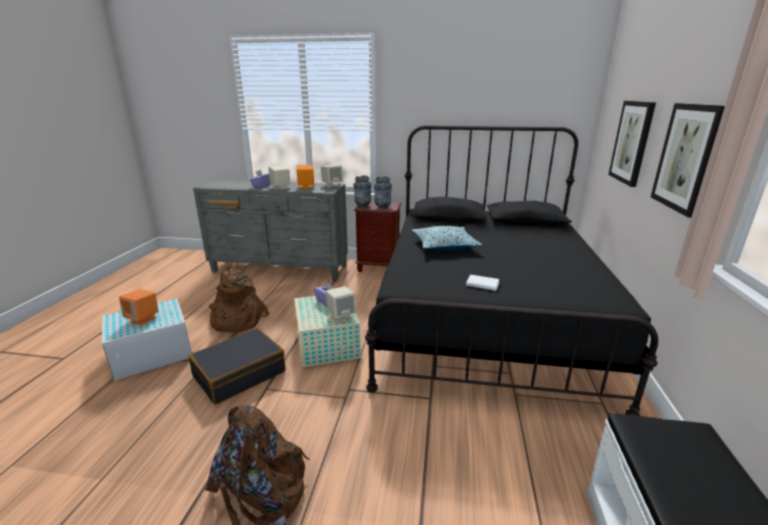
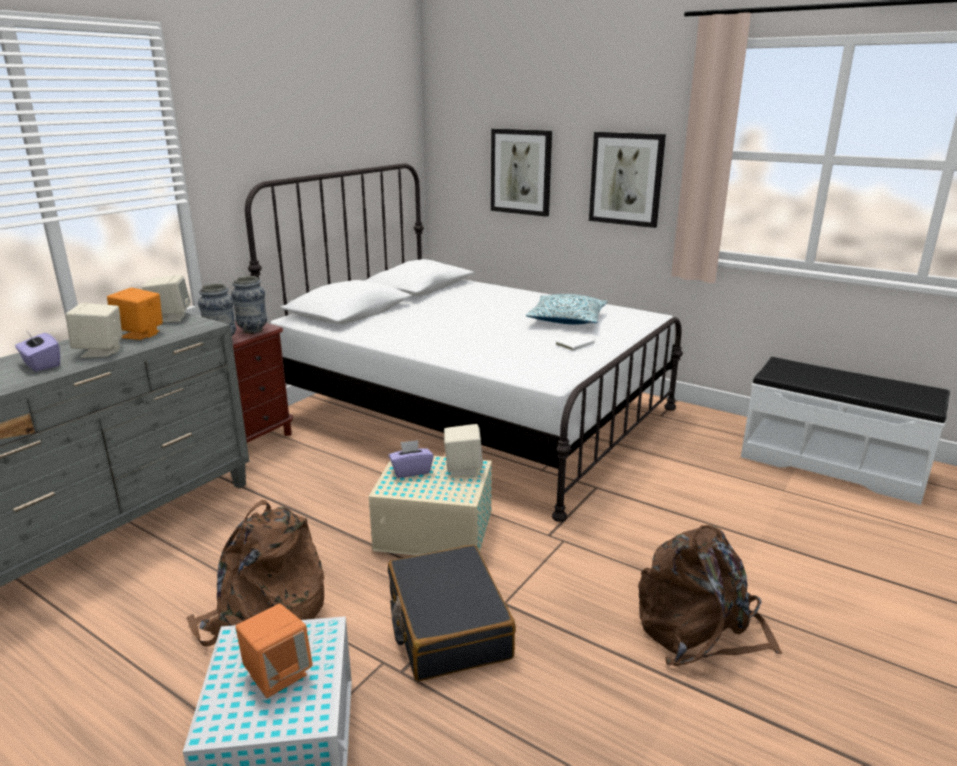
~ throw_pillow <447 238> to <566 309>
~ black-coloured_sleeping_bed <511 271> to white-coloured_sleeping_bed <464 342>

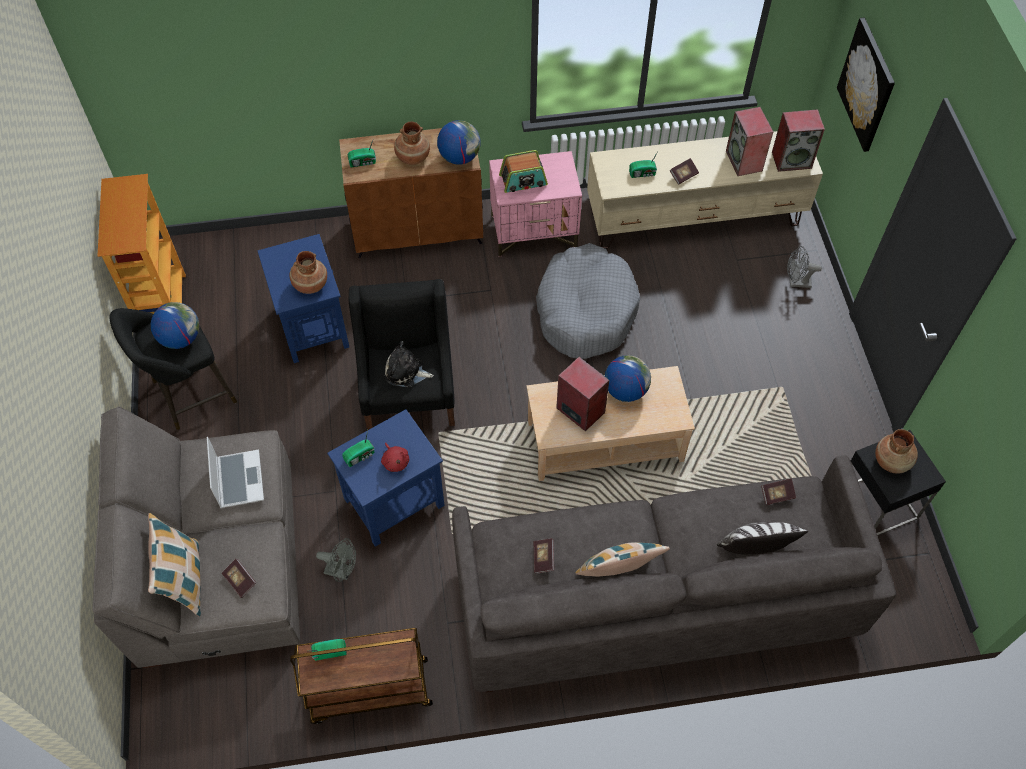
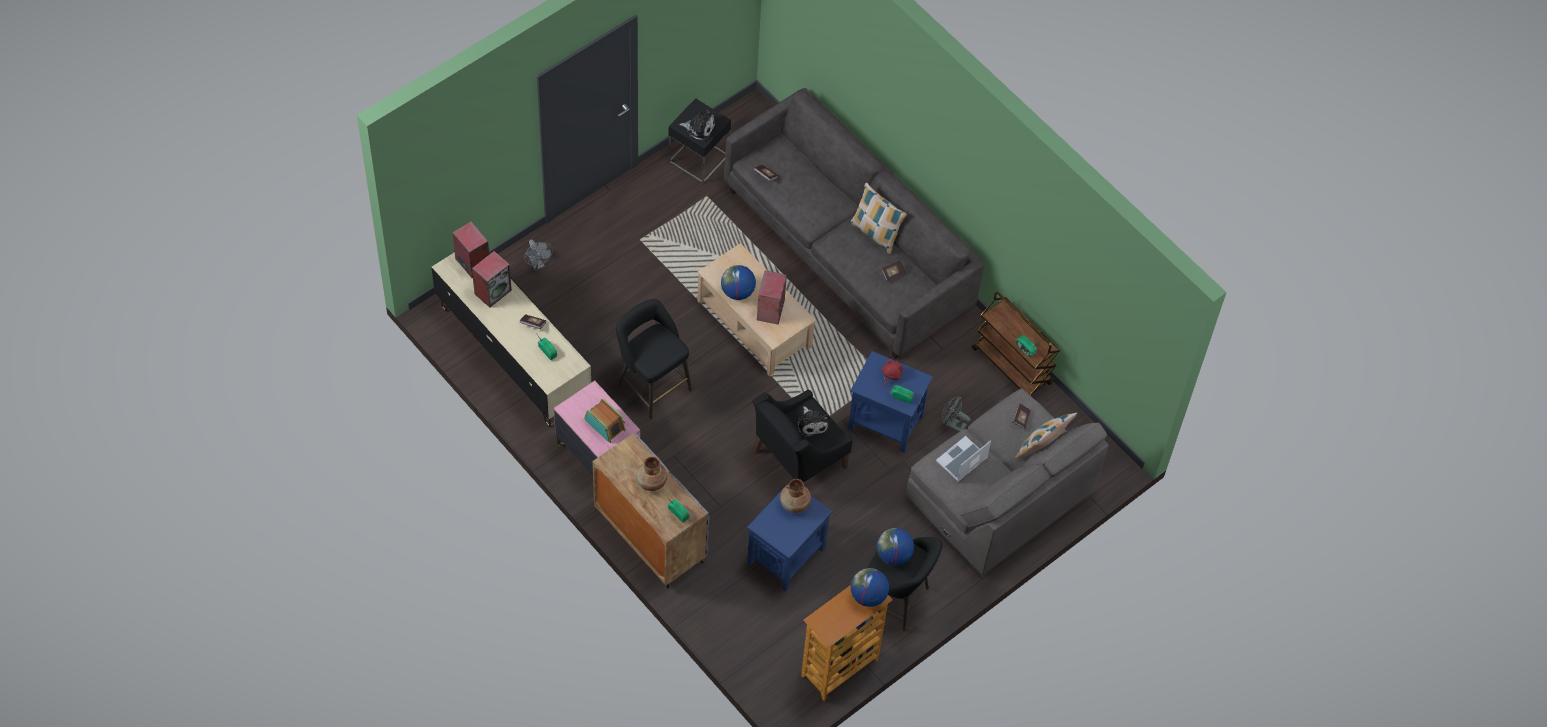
- throw_pillow <762 538>
- wall_picture <866 85>
~ world_globe <458 142> to <870 587>
~ greyish_pet_bed <588 301> to black-coloured_sitting_stool <654 359>
~ brownish_decorative_vase <896 451> to cuddly_toy <697 124>
~ brownish_cabinet <411 193> to greyish_cabinet <651 510>
~ greyish_fan <336 560> = <956 414> 45 degrees counterclockwise

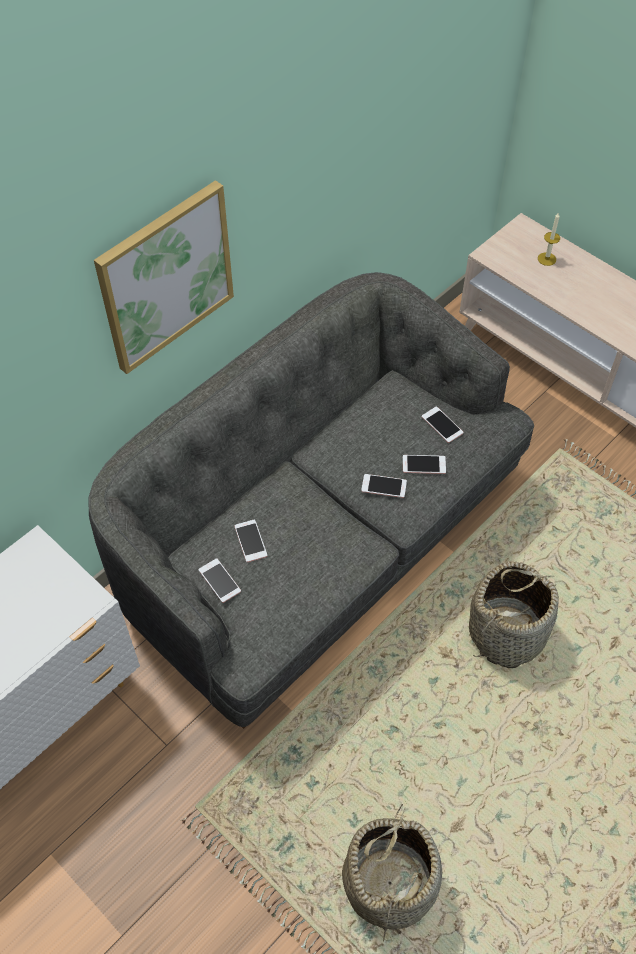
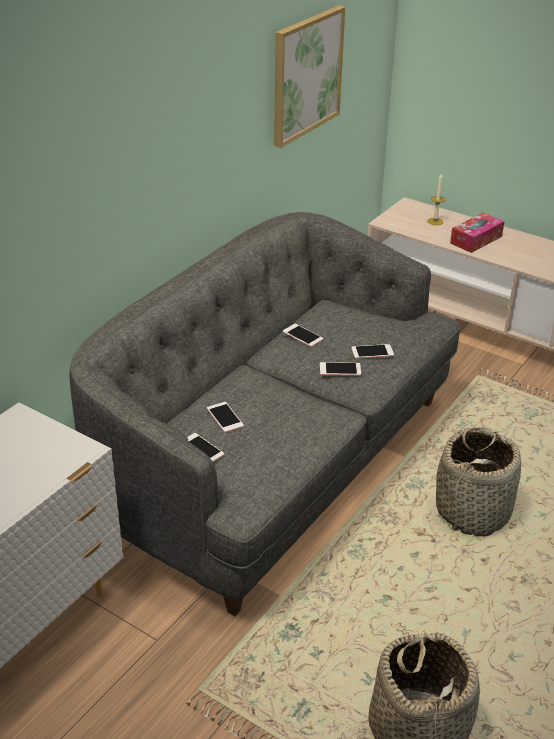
+ box_of_tissues <477 233>
~ wall_picture <164 277> to <309 76>
~ phone <442 425> to <303 335>

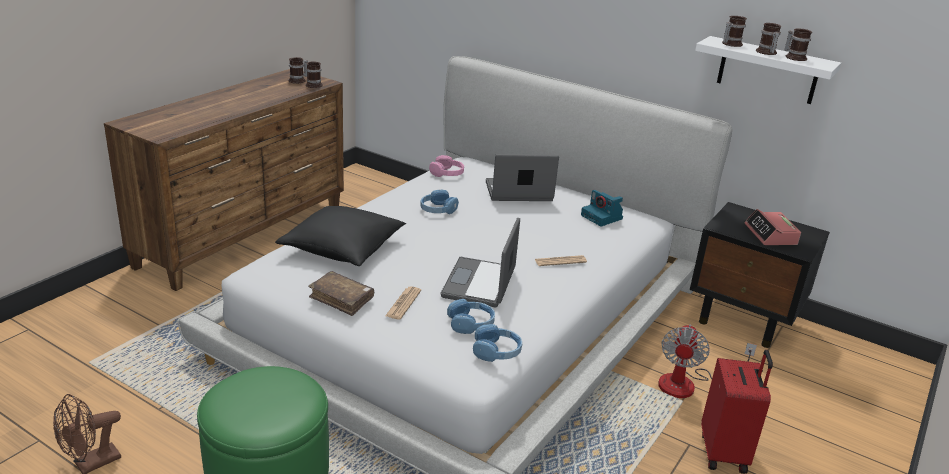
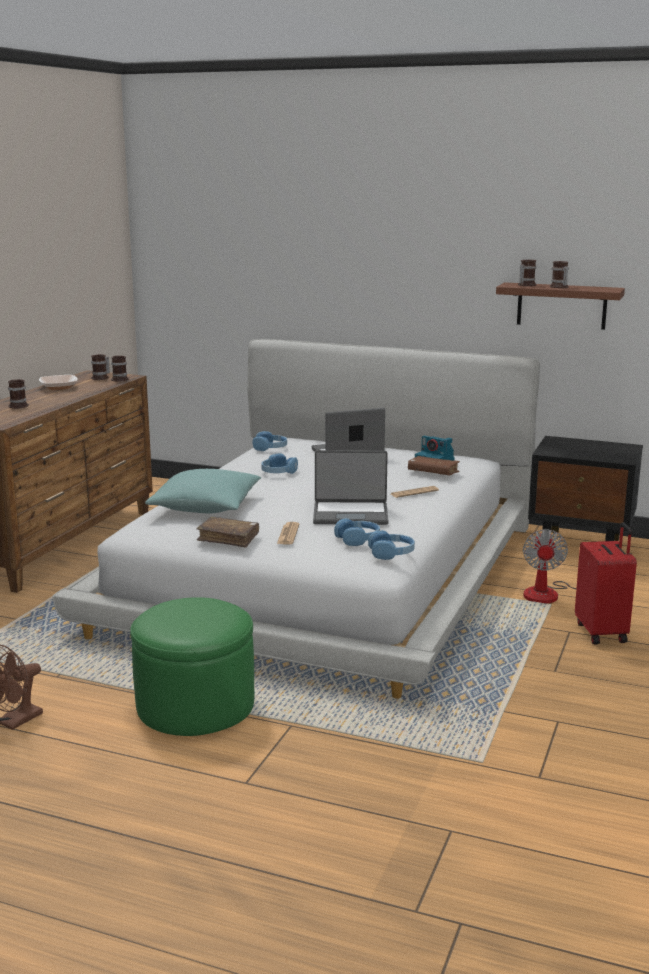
- table_clock <773 227>
+ deep_dish <58 382>
+ brownish_bound_book <434 465>
~ tea_mug <798 44> to <18 393>
~ black-coloured_throw_pillow <340 236> to turquoise-coloured_throw_pillow <203 491>
~ pinkish_headphones <446 166> to blue-coloured_headphones <270 441>
~ white-coloured_wall_shelf <768 70> to brownish_wall_shelf <560 306>
~ portable_computer <480 262> = <350 487> 90 degrees counterclockwise

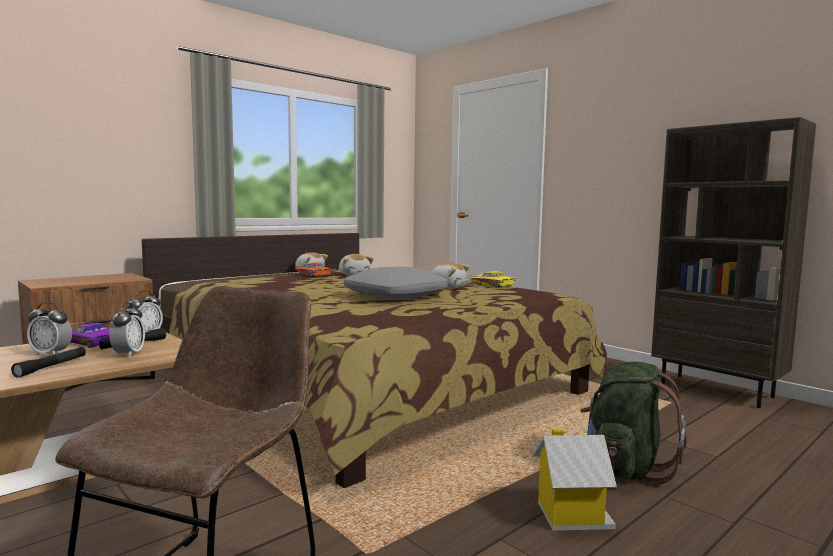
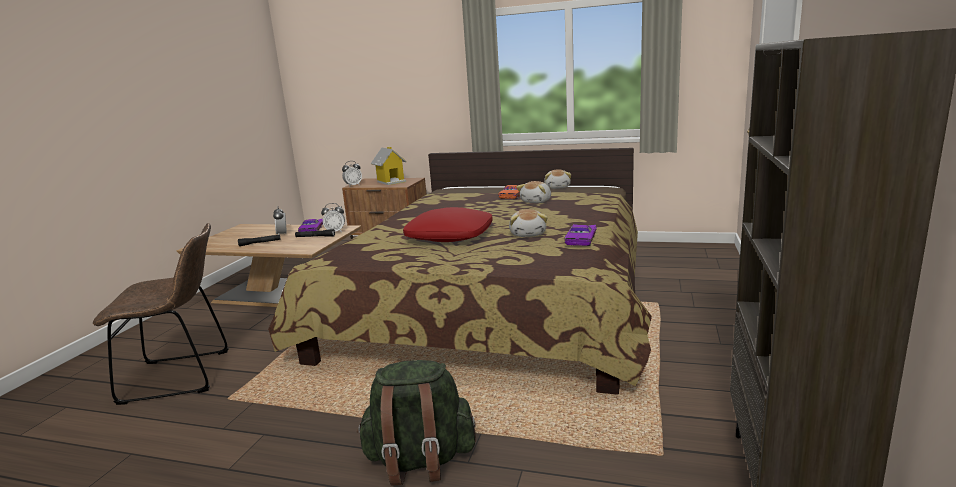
~ table_clock <127 329> to <352 174>
~ toy_house <575 480> to <388 166>
~ greyish_throw_pillow <396 283> to red-coloured_throw_pillow <448 224>
~ yellow-coloured_model_car <491 279> to purple_model_car <580 235>

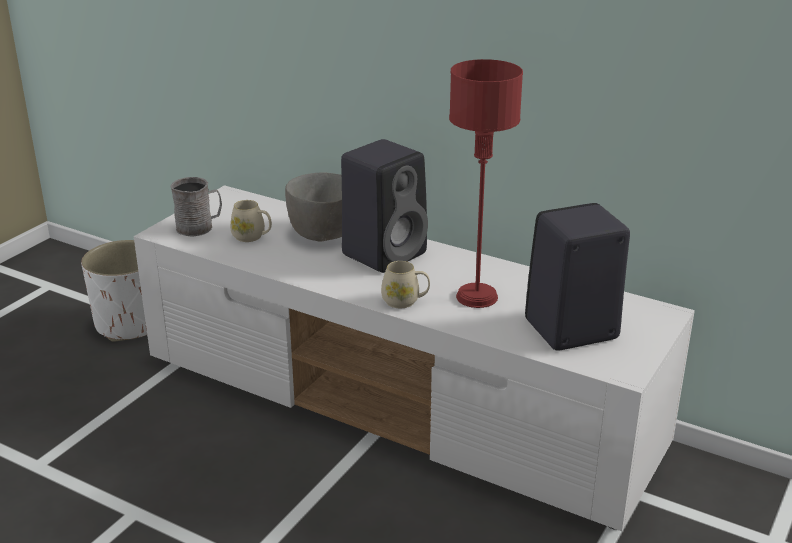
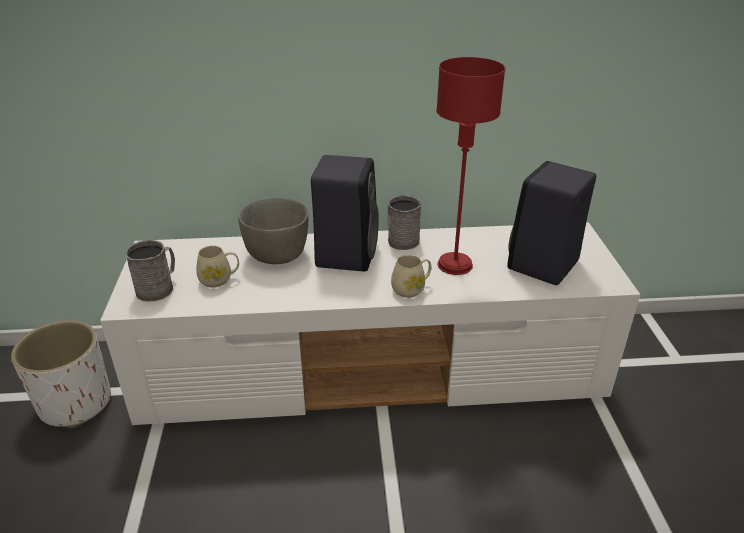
+ greyish_tea_mug <404 222>

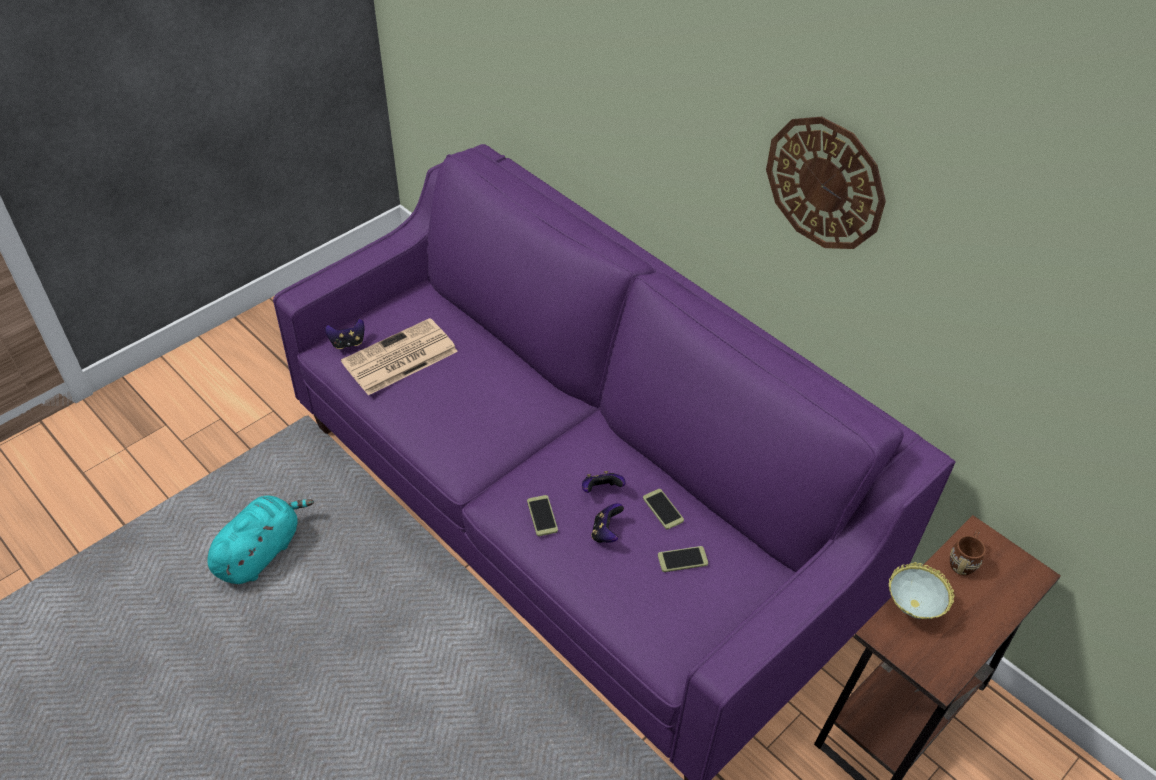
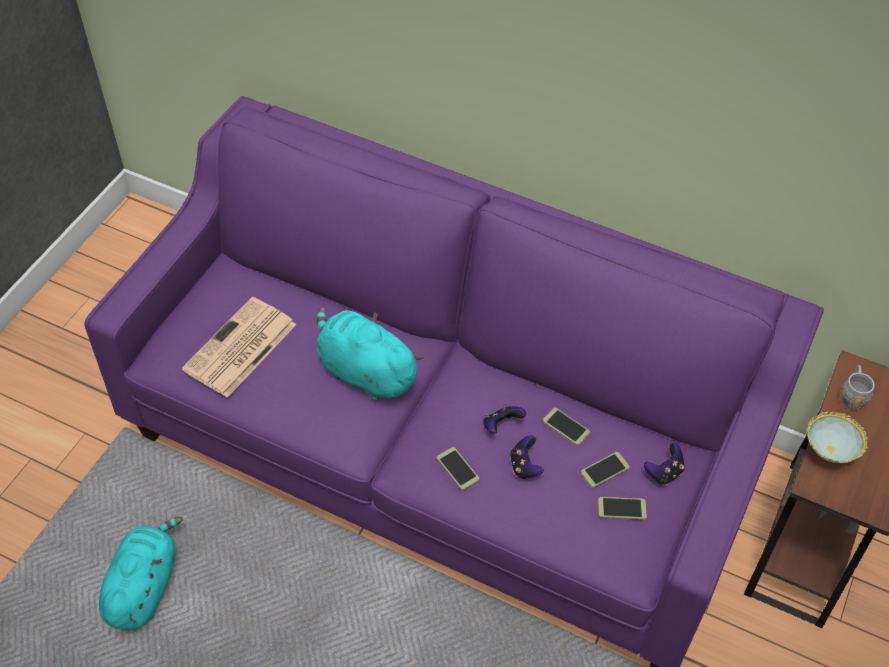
- clock_on_the_wall <826 183>
+ turquoise-coloured_cuddly_toy <370 354>
+ phone <622 508>
~ gamepad <344 333> to <664 464>
~ brownish_tea_mug <968 552> to greyish_tea_mug <858 387>

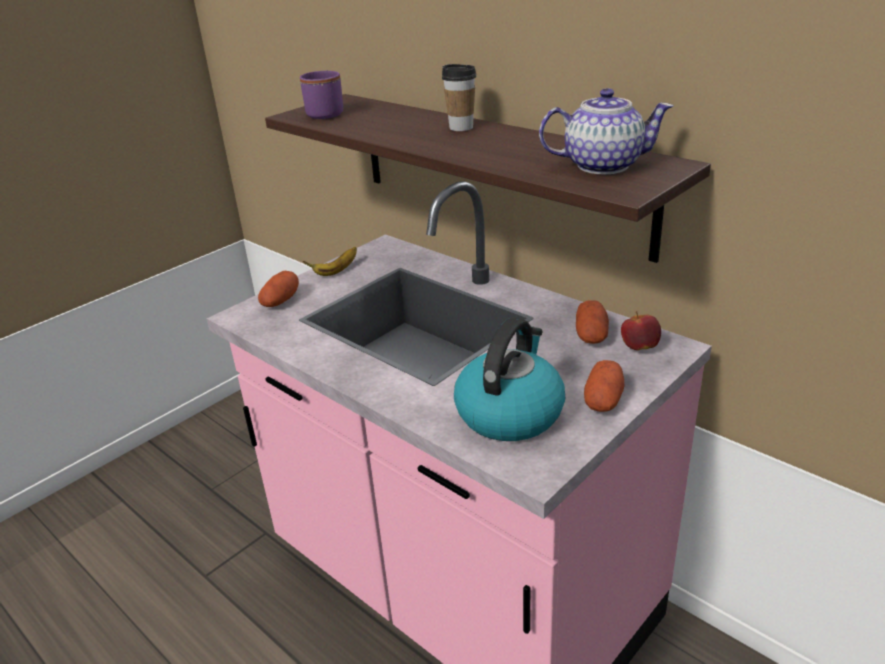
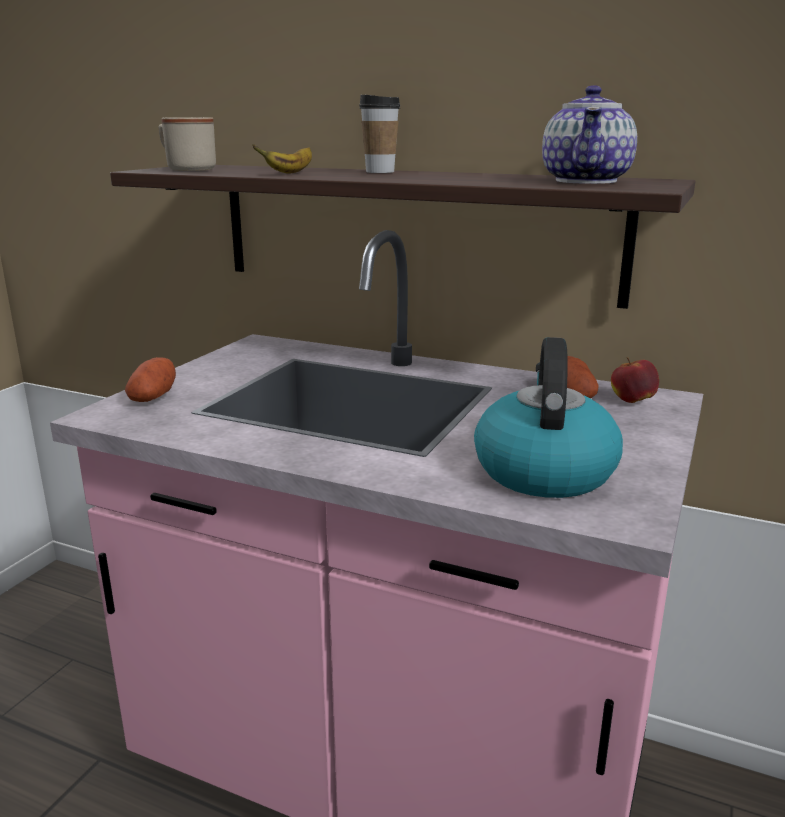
- spud <604 386>
~ whole_banana <330 261> to <282 158>
~ purple_tea_mug <321 95> to beige_tea_mug <187 144>
~ teapot <606 131> = <589 134> 120 degrees clockwise

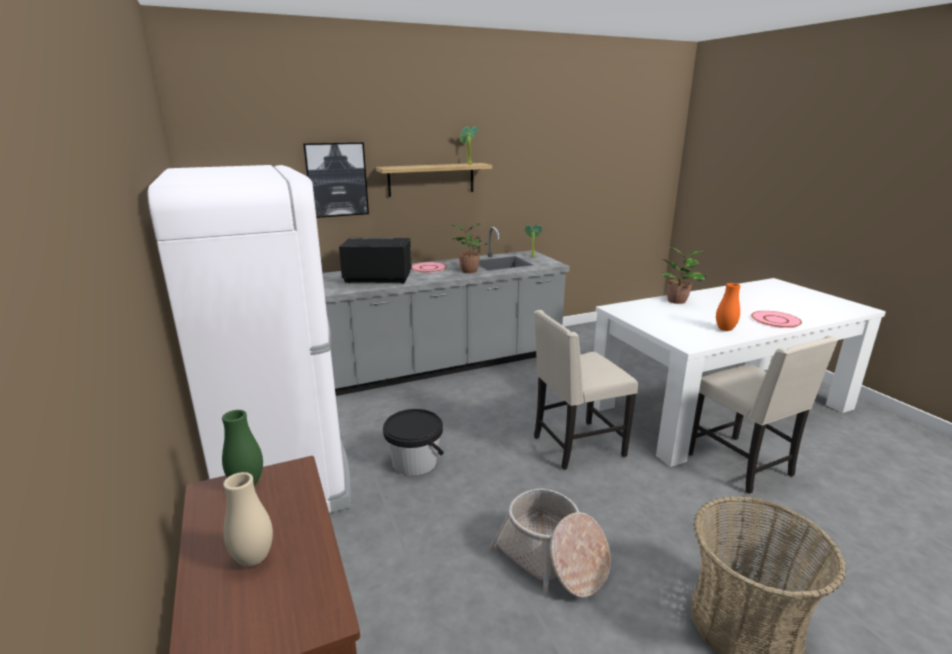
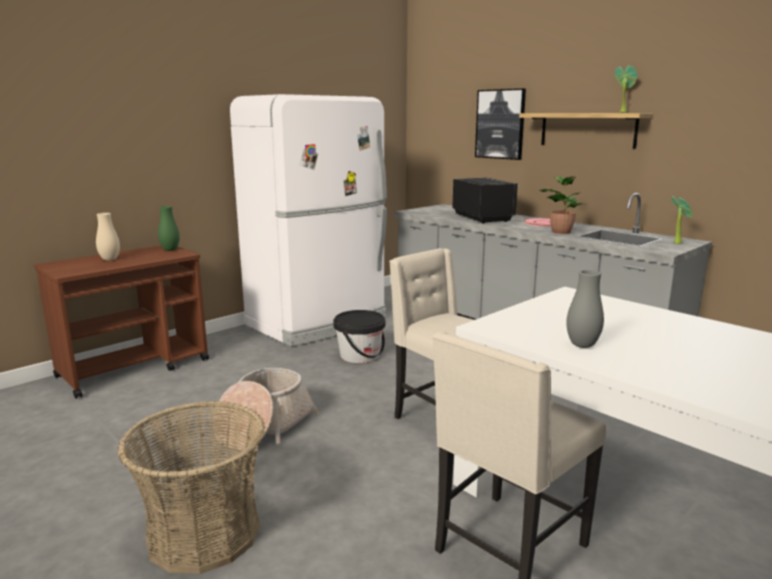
- plant_in_a_pot <683 275>
- pinkish_plate <776 319>
~ orangey_decorative_vase <728 307> to greyish_decorative_vase <585 309>

